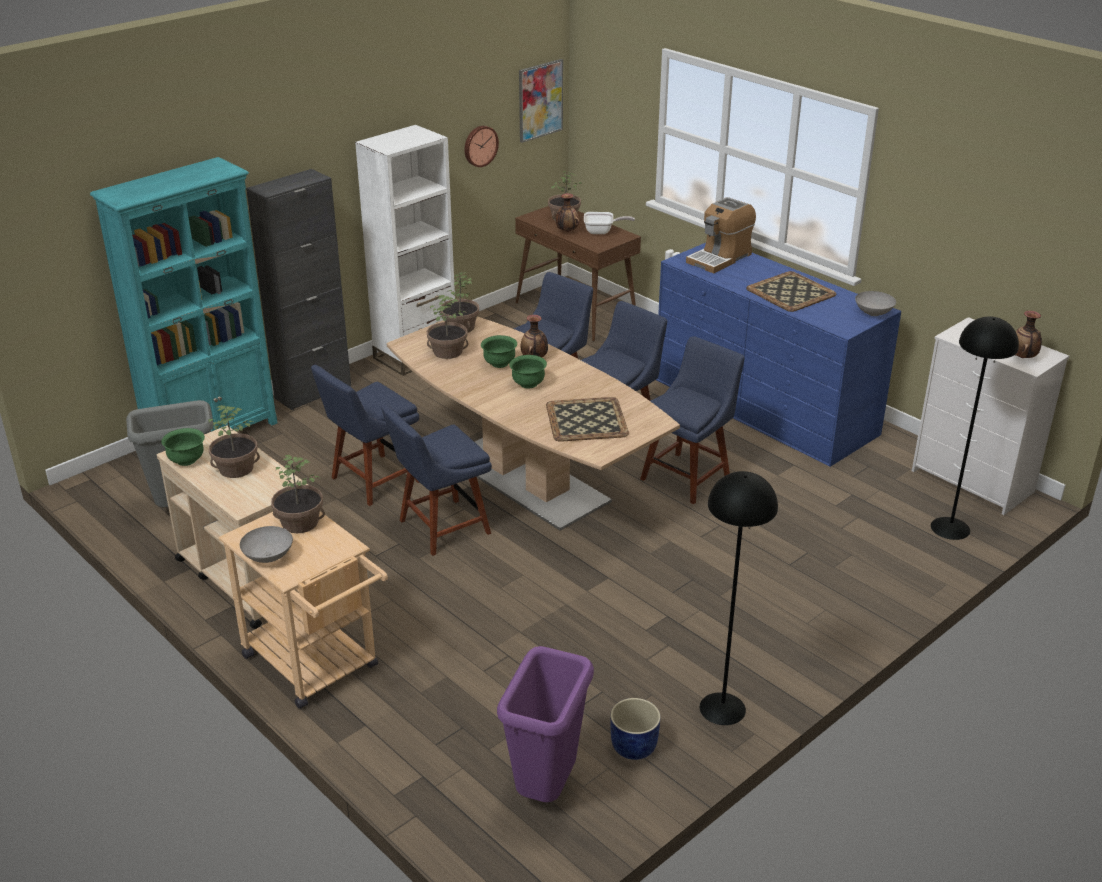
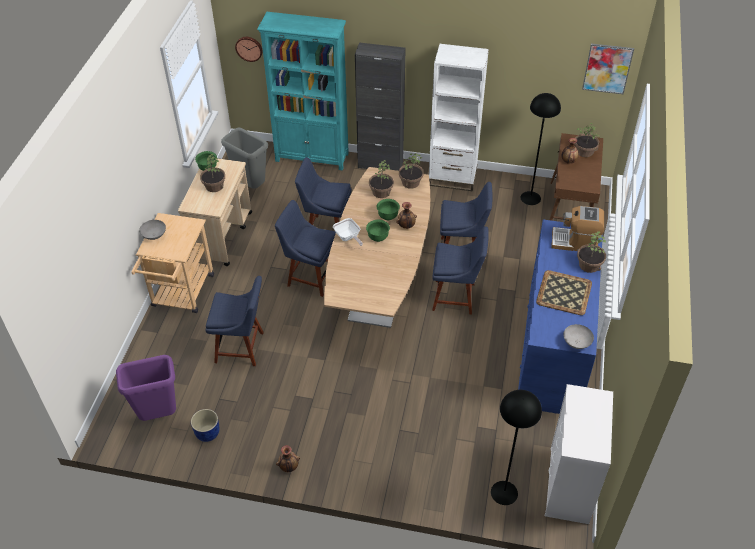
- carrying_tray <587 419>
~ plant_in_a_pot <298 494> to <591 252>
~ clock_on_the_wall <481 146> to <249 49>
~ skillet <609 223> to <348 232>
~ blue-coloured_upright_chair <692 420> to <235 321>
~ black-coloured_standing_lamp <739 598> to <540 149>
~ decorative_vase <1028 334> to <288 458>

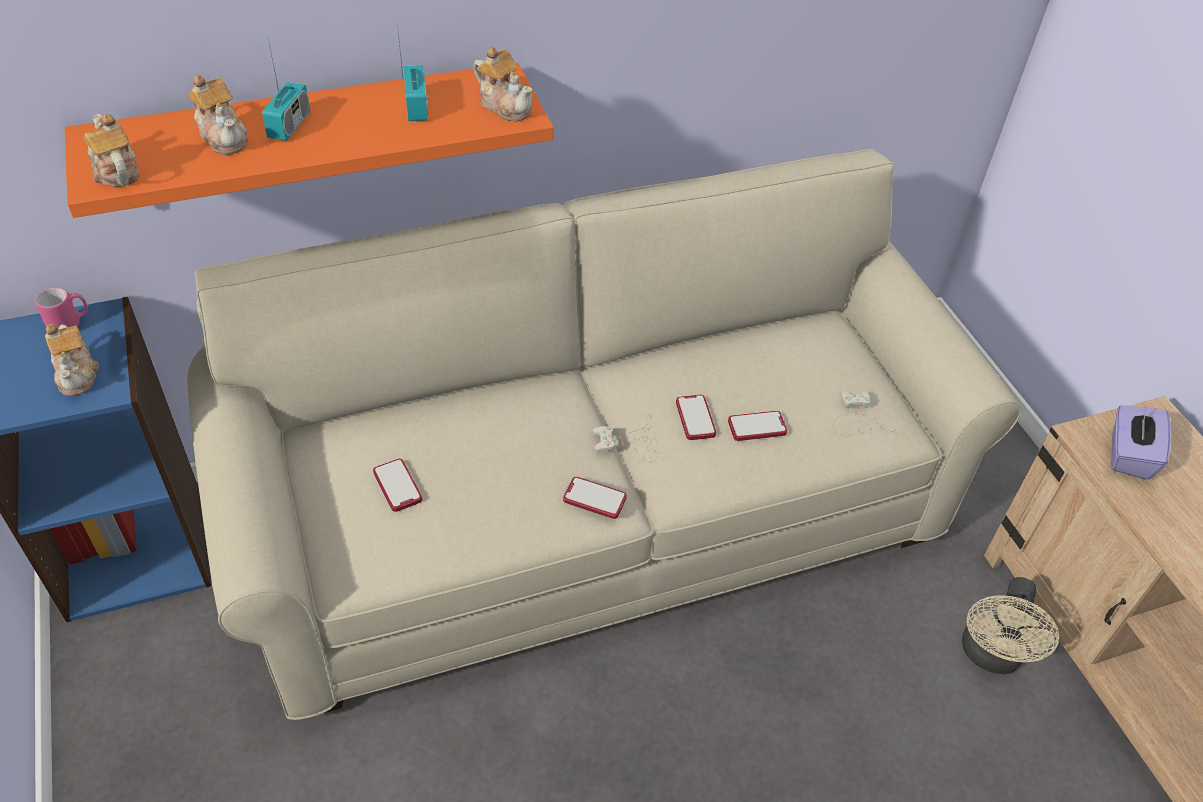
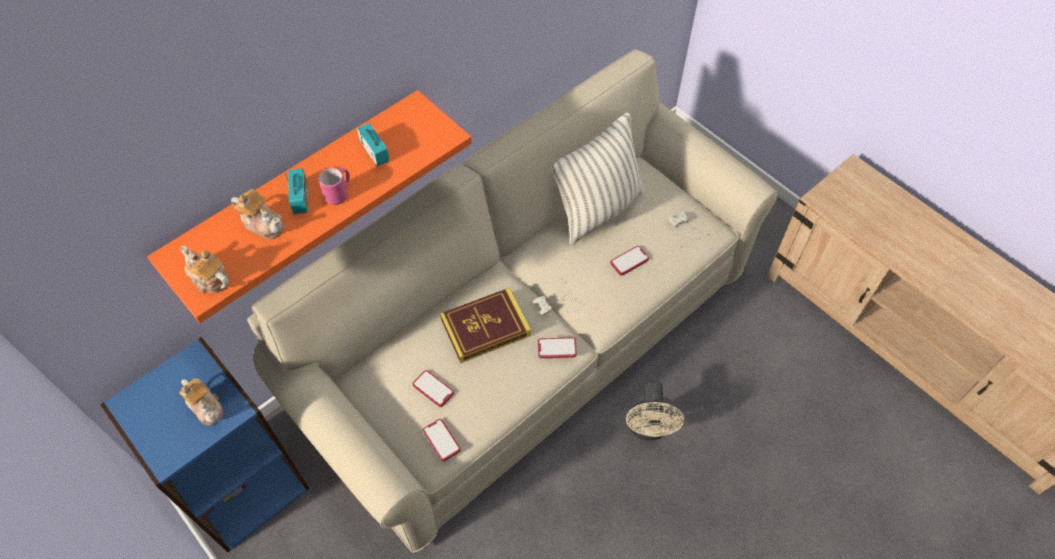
- teapot <503 84>
- purple_box_of_tissues <1141 442>
+ bound_book <485 325>
+ throw_pillow <597 179>
~ pinkish_tea_mug <61 308> to <334 186>
~ phone <696 417> to <441 440>
~ beige_fan <1010 625> to <655 411>

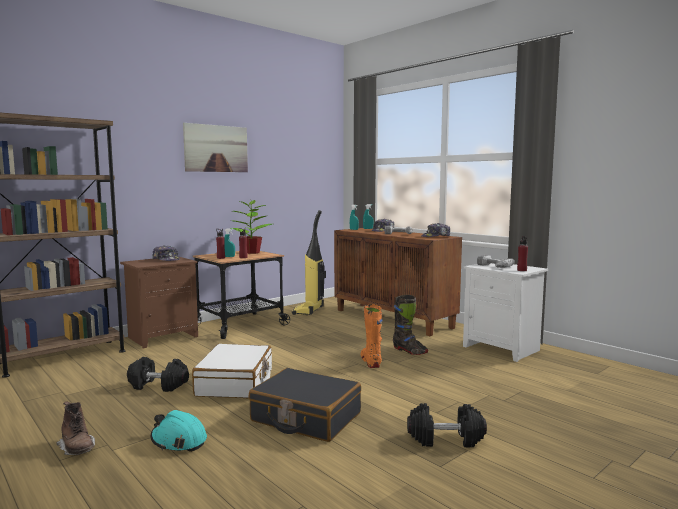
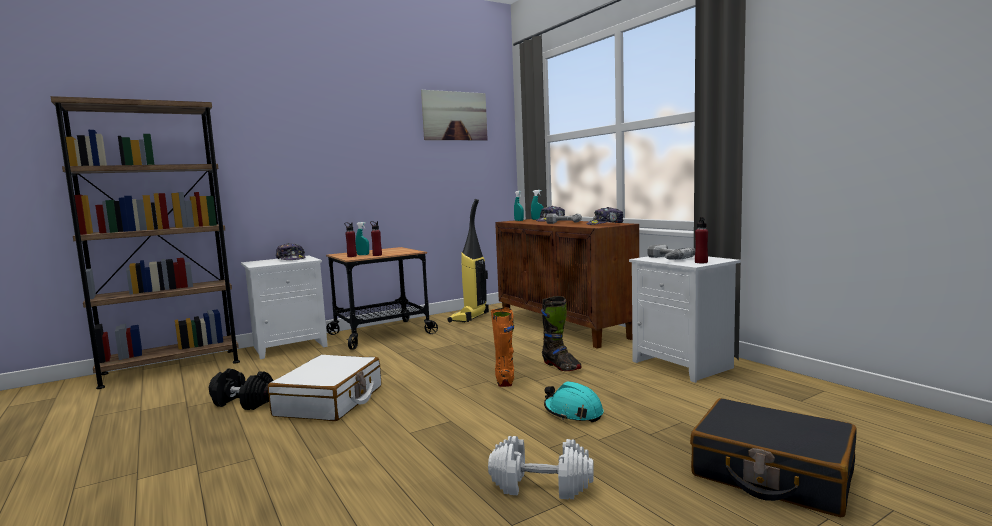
- brownish_boot <75 428>
- plant_in_a_pot <252 227>
~ turquoise-coloured_hard_hat <179 431> to <574 402>
~ wall_picture <215 147> to <454 115>
~ black-coloured_travel_case <304 405> to <773 457>
~ brownish_nightstand <159 303> to white-coloured_nightstand <284 307>
~ black-coloured_dumbbell <447 425> to white-coloured_dumbbell <541 467>

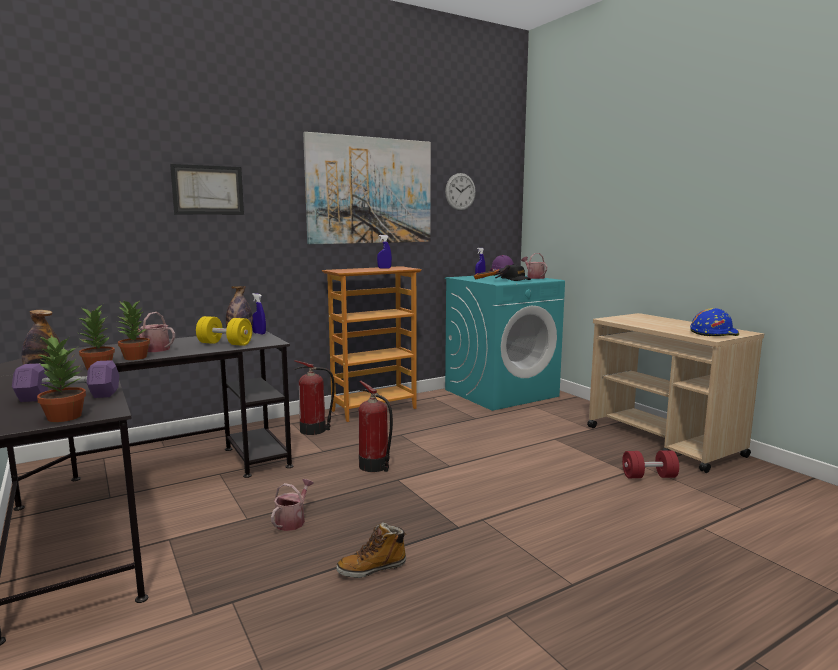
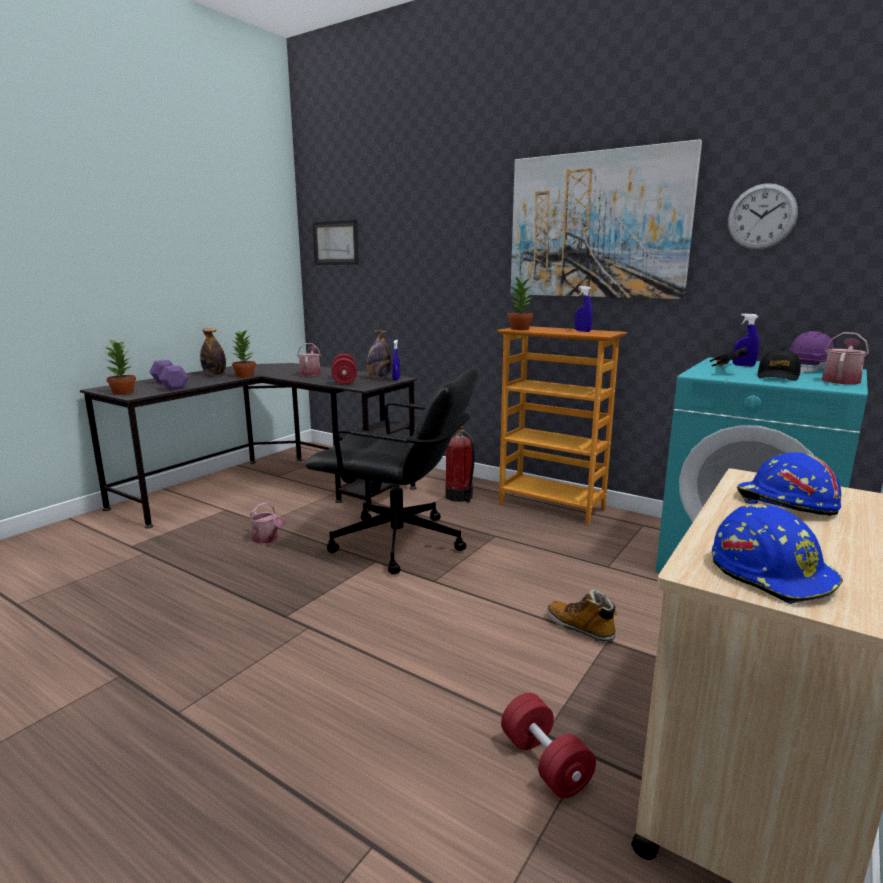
+ blue-coloured_hard_hat <789 484>
~ plant_in_a_pot <133 330> to <520 303>
~ wall_picture <207 189> to <335 242>
~ boot <371 550> to <582 616>
~ fire_extinguisher <376 426> to black-coloured_desk_chair <392 471>
~ yellow-coloured_dumbbell <224 331> to red-coloured_dumbbell <344 369>
~ watering_can <292 505> = <267 523> 45 degrees clockwise

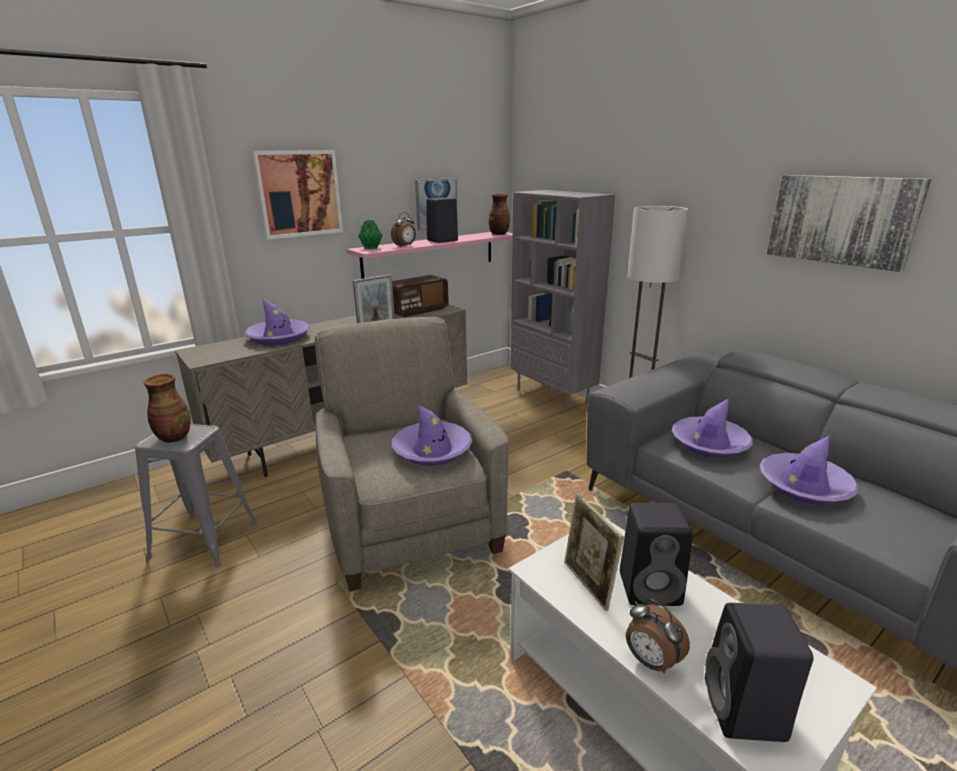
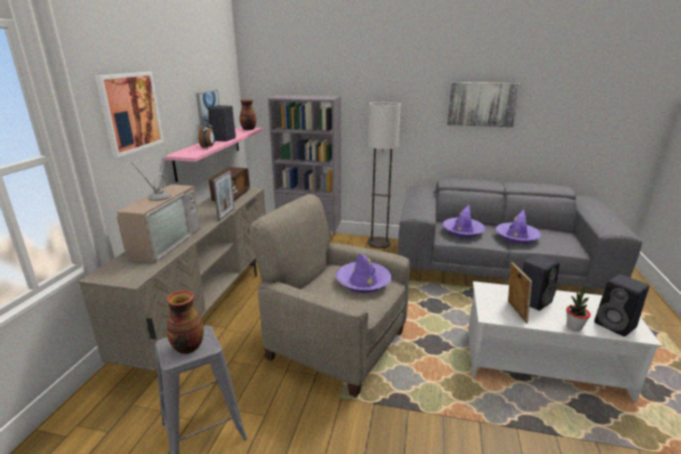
- greenish_decorative_vase <370 234>
~ purple_wearable_hat <277 322> to TV <158 206>
~ table_clock <658 636> to plant_in_a_pot <578 309>
~ picture_frame <594 552> = <520 292> 120 degrees counterclockwise

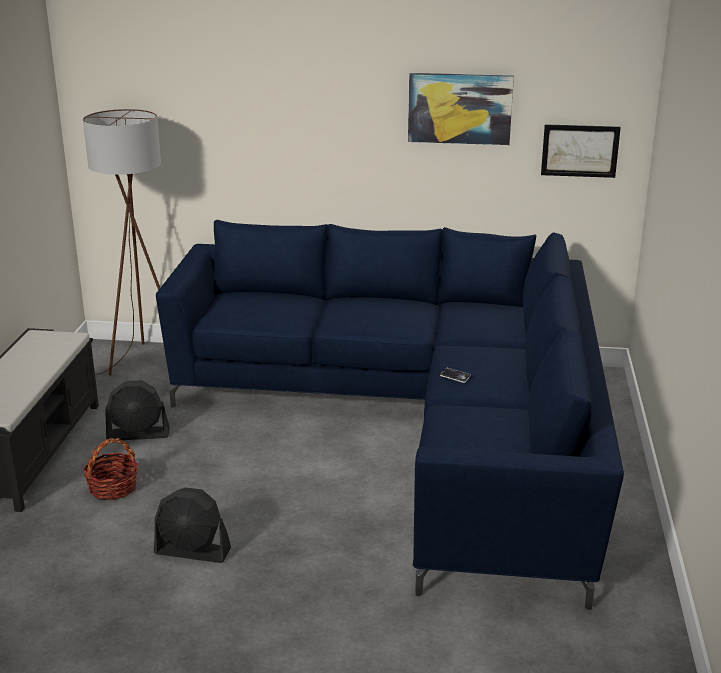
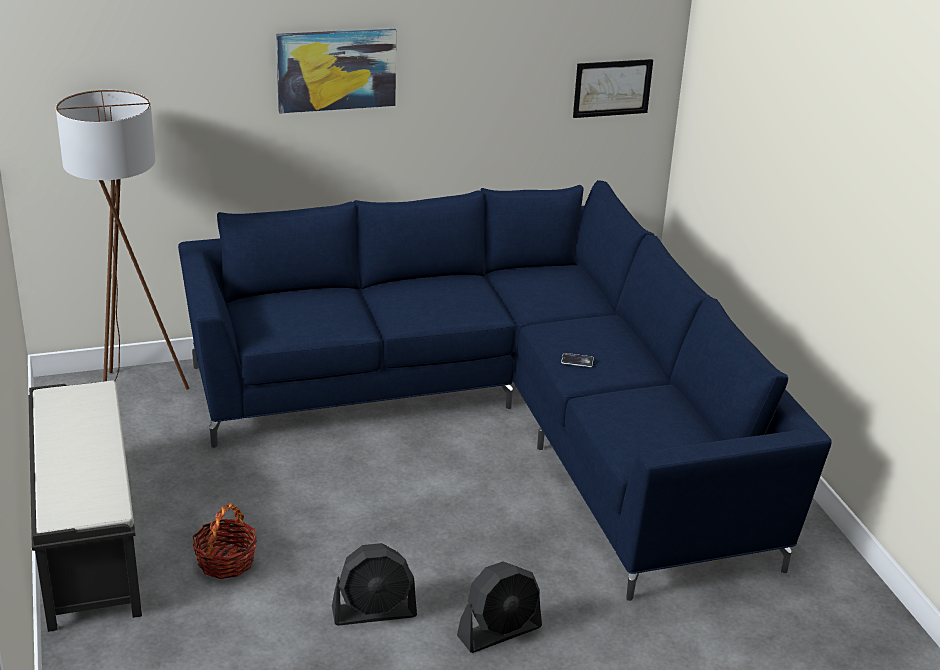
~ black-coloured_fan <137 410> to <499 607>
~ wall_picture <461 109> to <336 70>

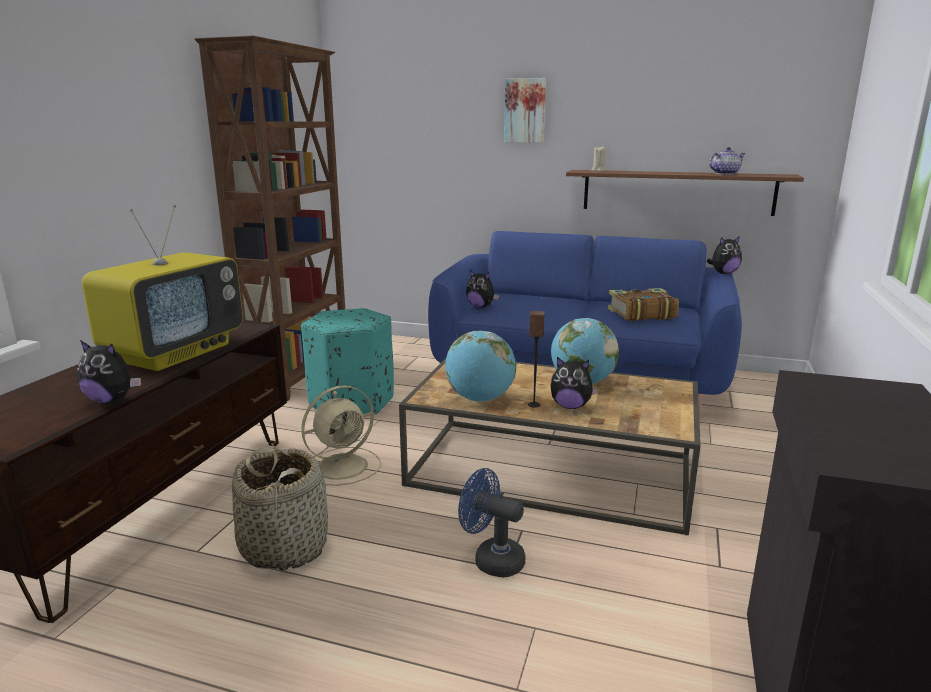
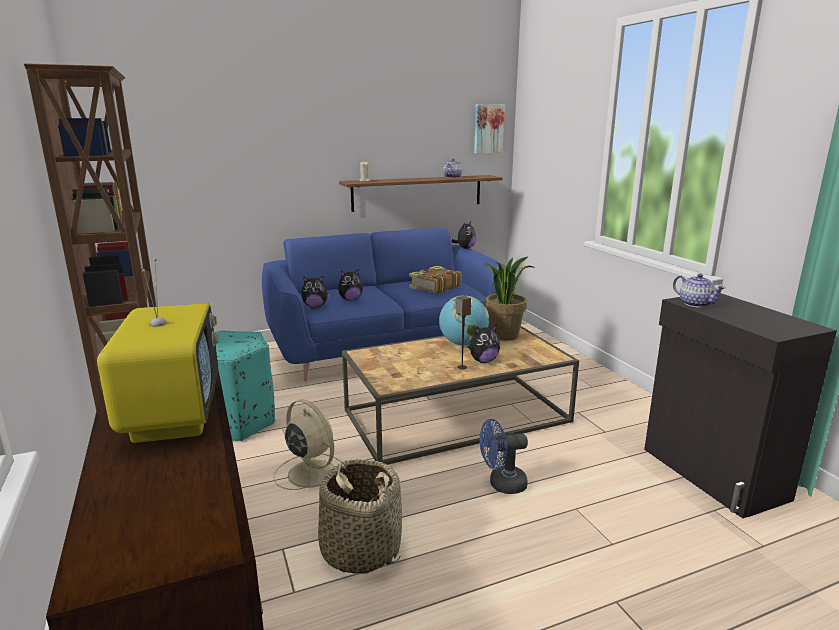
- world_globe <480 366>
+ plant_in_a_pot <509 299>
+ teapot <699 291>
~ cuddly_toy <109 372> to <350 285>
~ wall_picture <525 110> to <489 129>
~ beige_fan <341 435> = <308 444> 60 degrees counterclockwise

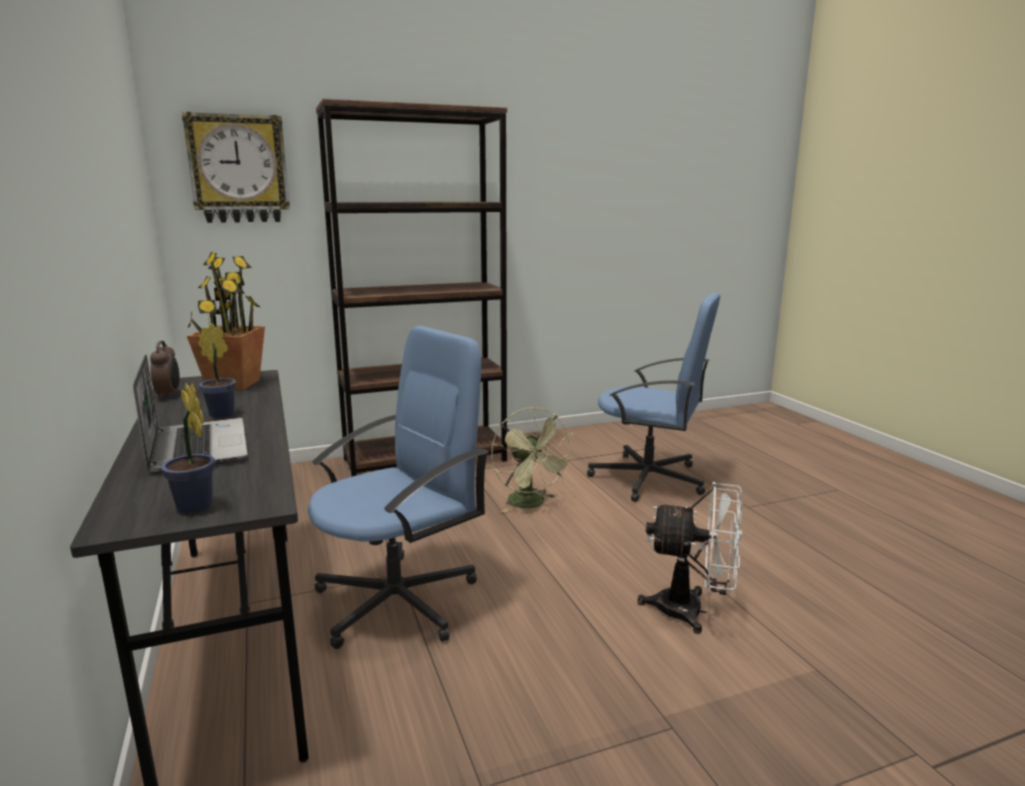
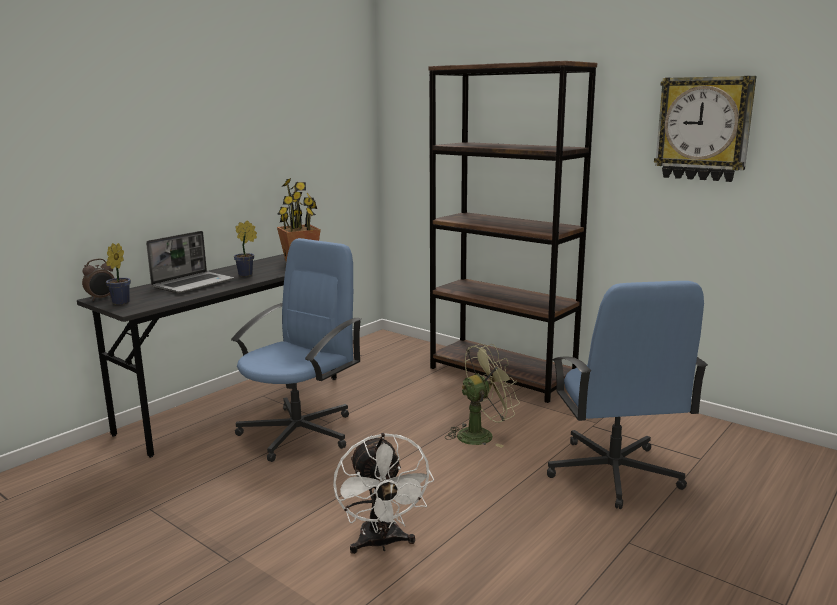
~ table_clock <165 369> to <98 280>
~ clock_on_the_wall <236 167> to <705 129>
~ blue-coloured_desk_chair <398 487> = <296 350> 75 degrees counterclockwise
~ greenish_fan <533 460> = <482 396> 150 degrees counterclockwise

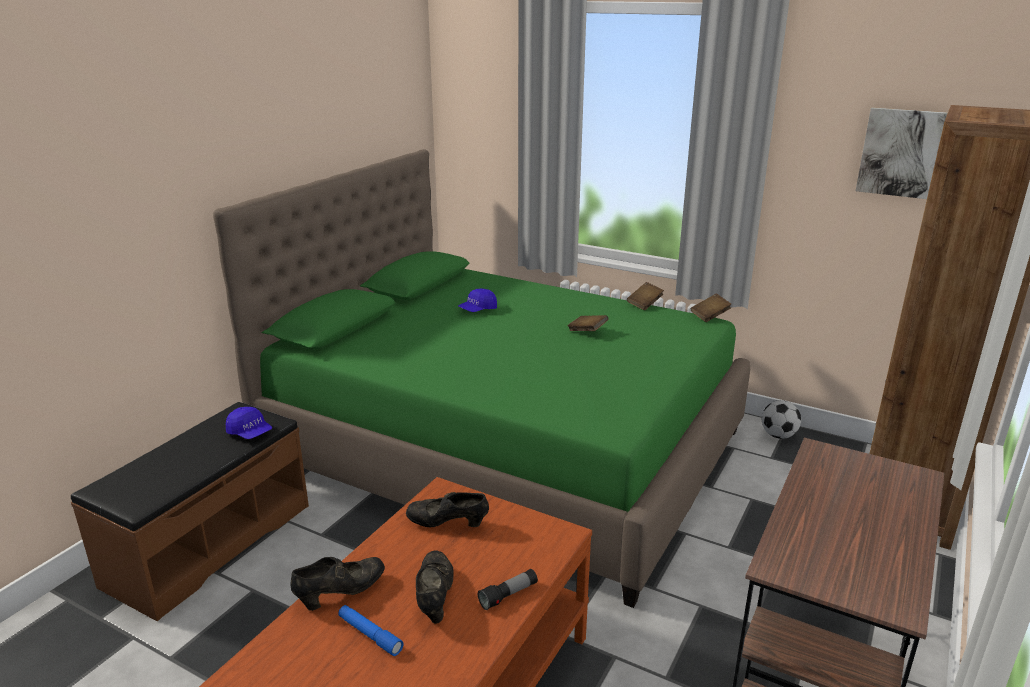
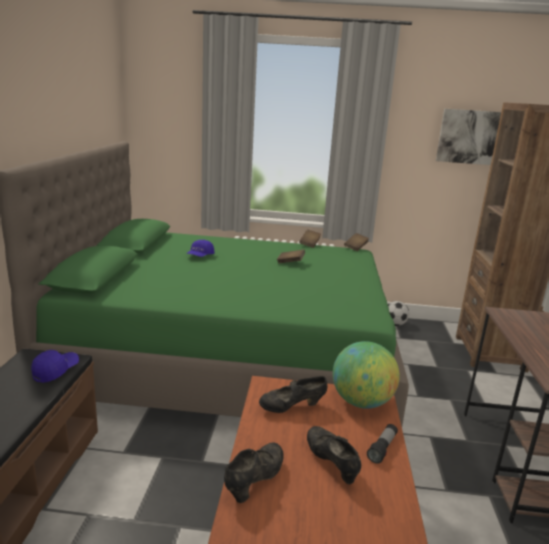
- blue-coloured_torch <371 630>
+ world_globe <366 375>
~ blue-coloured_baseball_cap <249 423> = <55 366> 75 degrees counterclockwise

